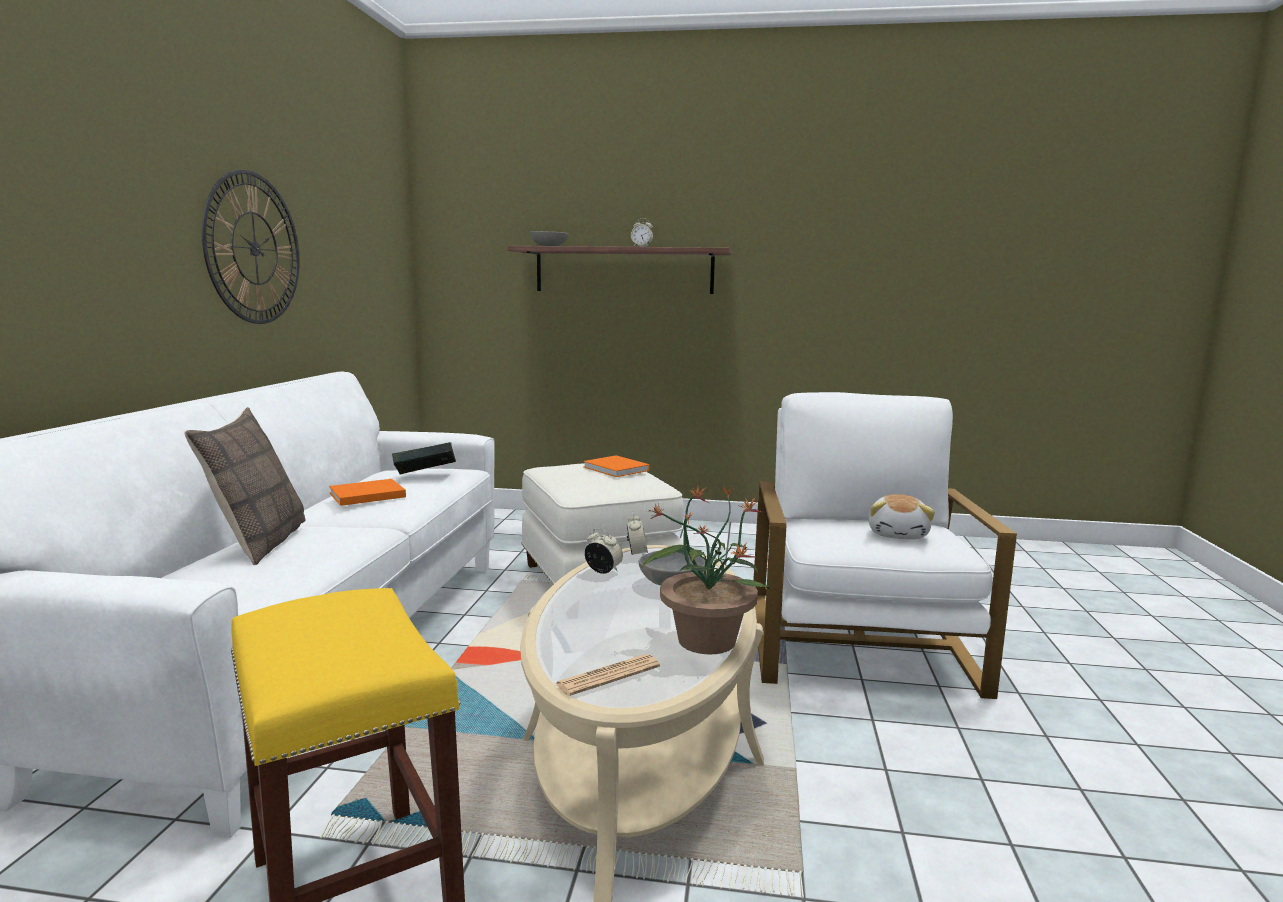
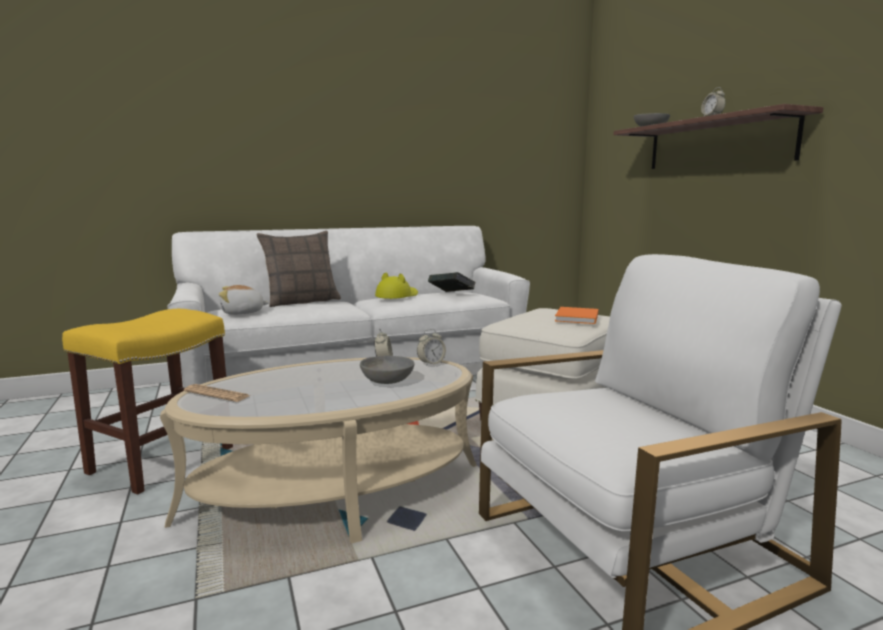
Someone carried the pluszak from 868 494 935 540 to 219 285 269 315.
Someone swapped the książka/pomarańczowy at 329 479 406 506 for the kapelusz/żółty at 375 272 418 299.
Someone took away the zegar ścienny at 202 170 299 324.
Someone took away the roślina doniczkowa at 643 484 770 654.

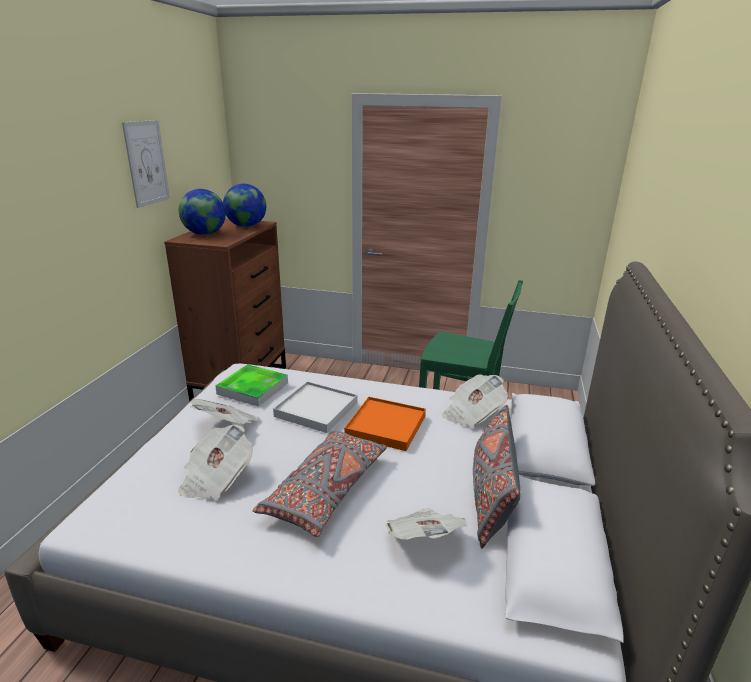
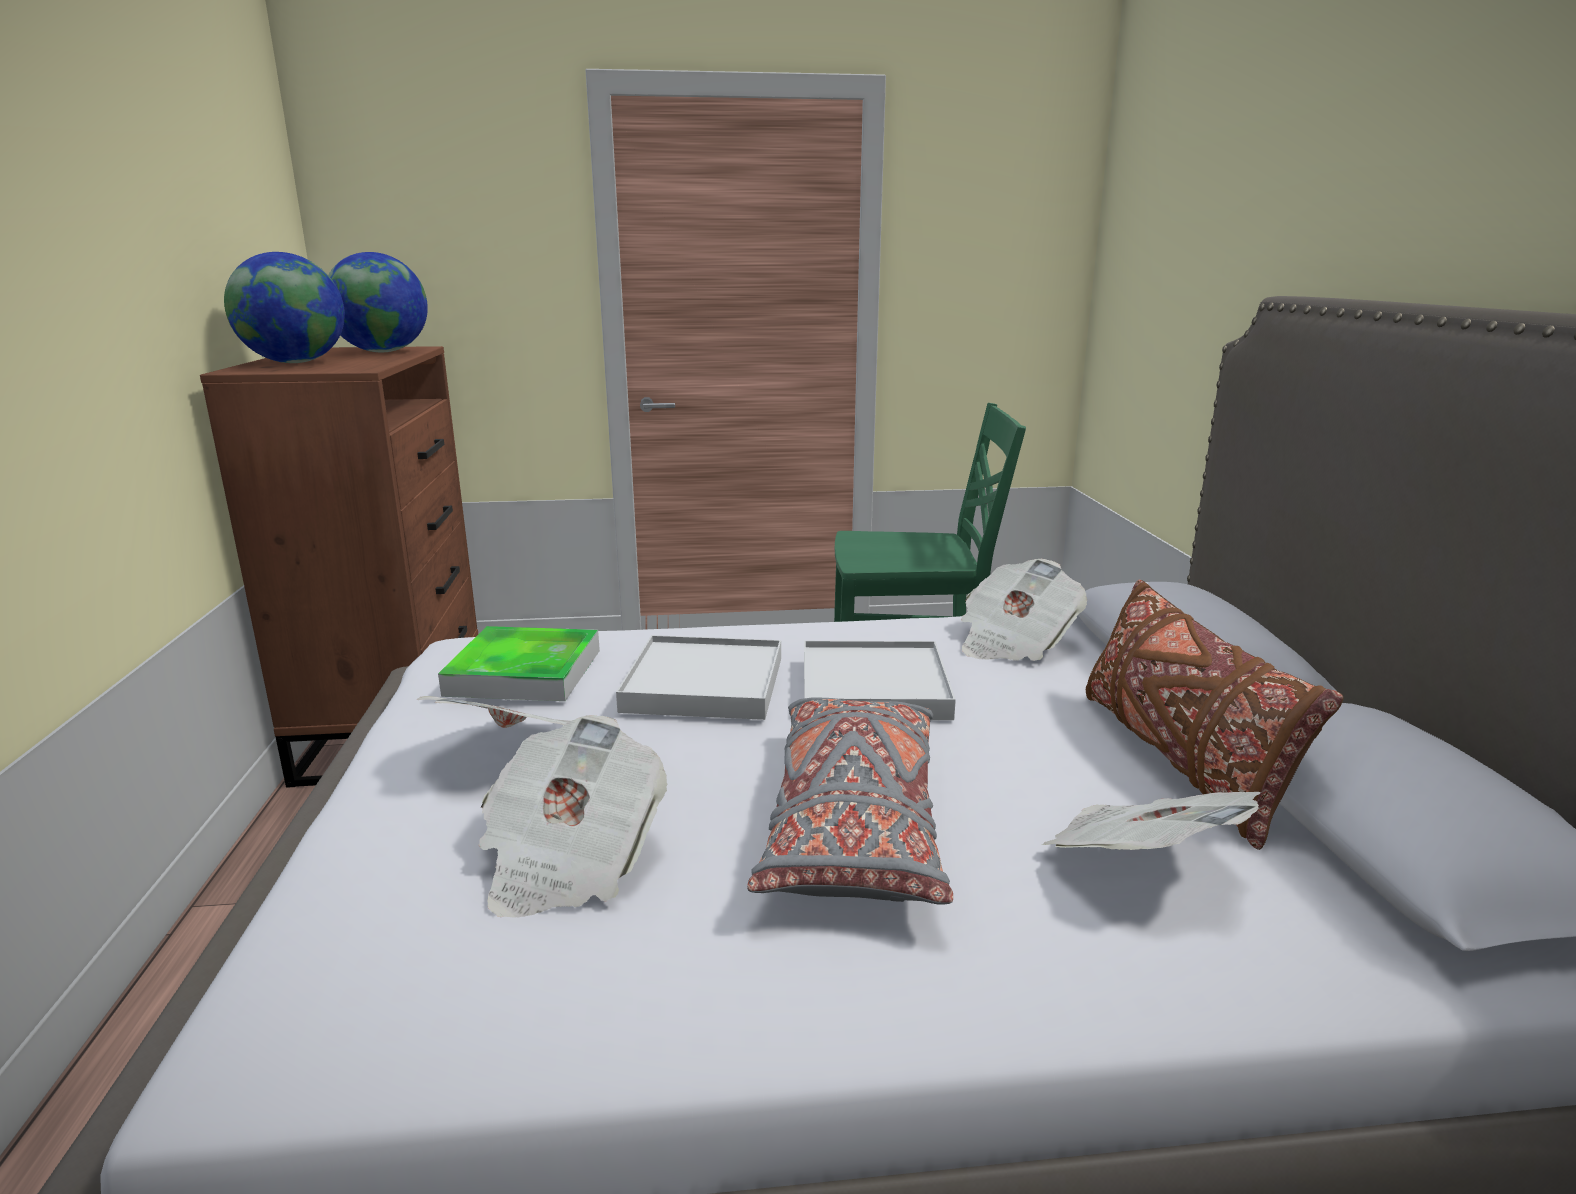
Someone repainted the taca/pomarańczowy at 344 397 426 451, which became the taca/biały at 804 641 956 720.
Someone repainted the poduszka/szary at 473 404 520 549, which became the poduszka/brązowy at 1086 580 1344 850.
Someone took away the obraz at 122 120 170 208.

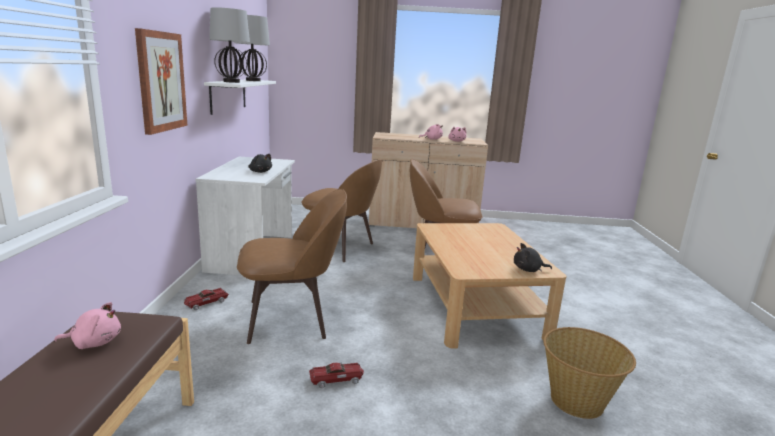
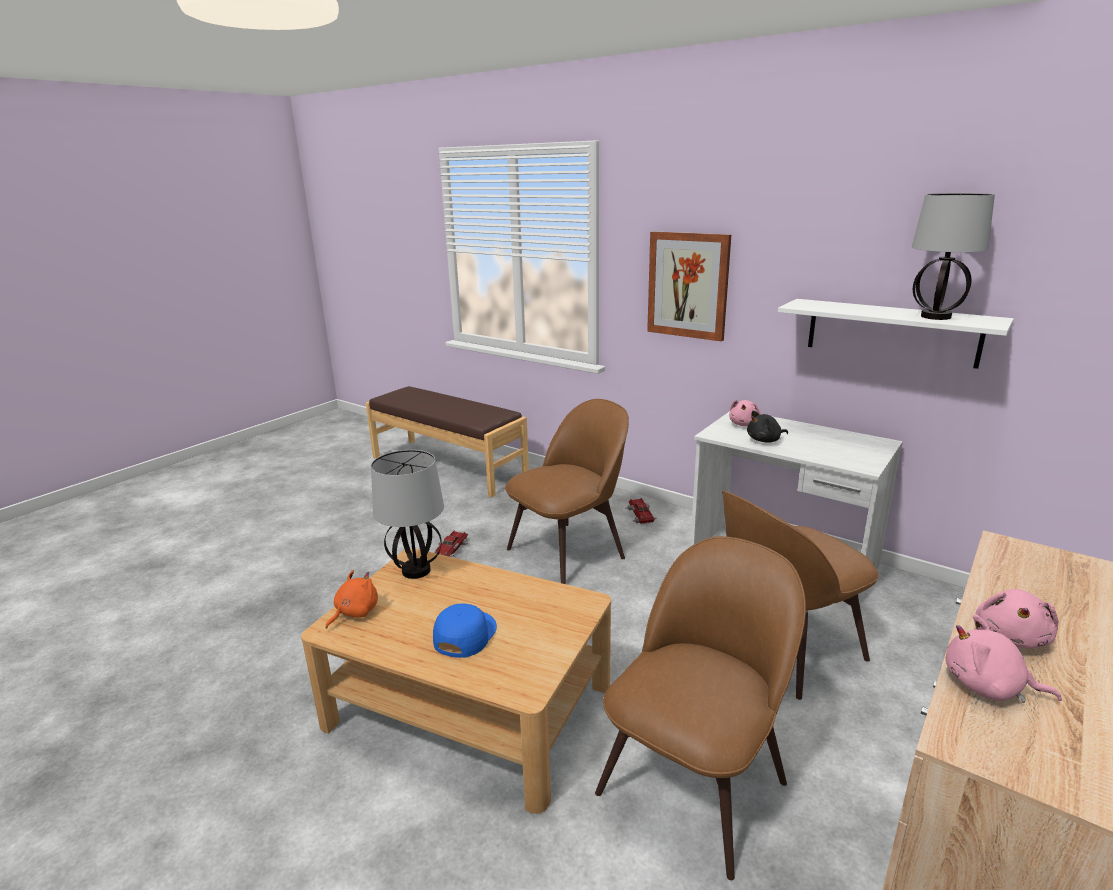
Someone repainted the pluszak/czarny at 514 243 552 272, which became the pluszak/pomarańczowy at 325 570 378 629.
Someone carried the lampa stołowa from 209 7 250 83 to 371 450 444 579.
Someone put down the czapka z daszkiem/niebieski at 433 604 497 658.
Someone rotated the krzesło/brązowy at 237 189 347 344 by 150 degrees counterclockwise.
Someone carried the pluszak/różowy from 54 302 121 349 to 729 400 762 426.
Someone took away the koszyk at 543 327 636 419.

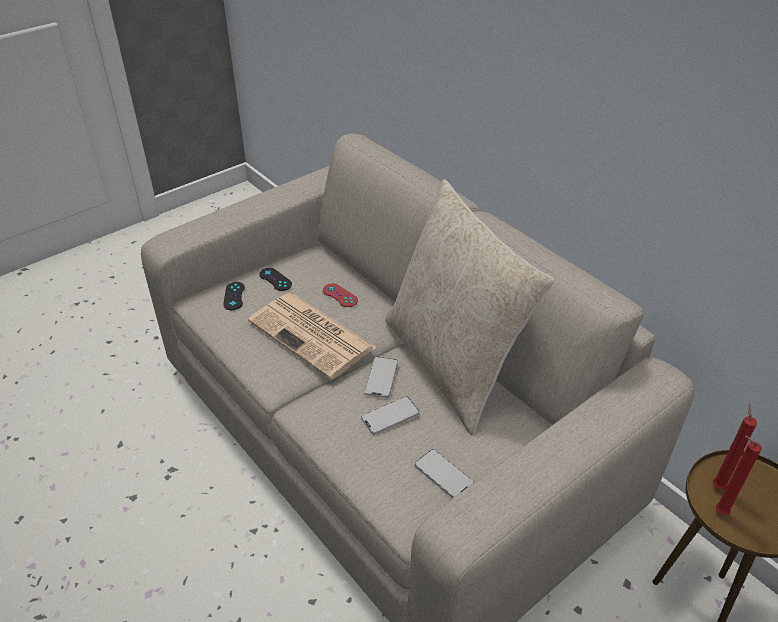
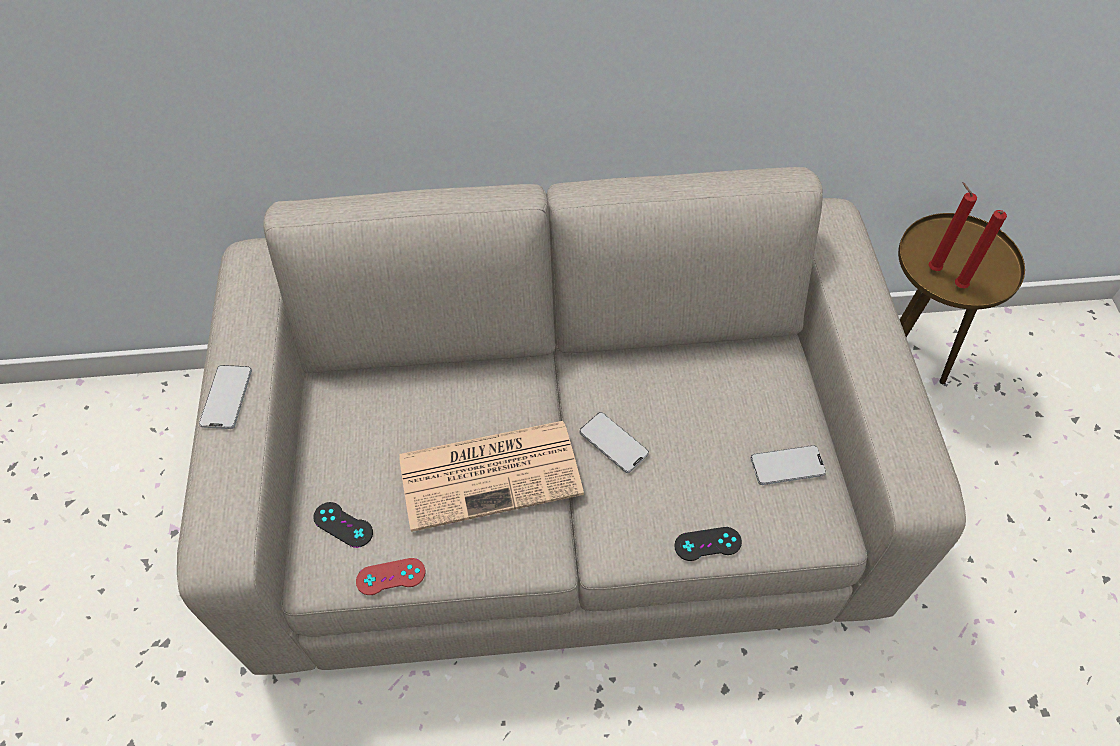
Someone carried the telefon from 361 396 420 435 to 199 365 252 429.
Someone carried the pad do gier/czerwony from 323 284 358 307 to 356 558 425 595.
Someone carried the pad do gier/czarny from 259 268 292 291 to 674 527 742 561.
Someone took away the poduszka/beżowy at 385 179 554 435.

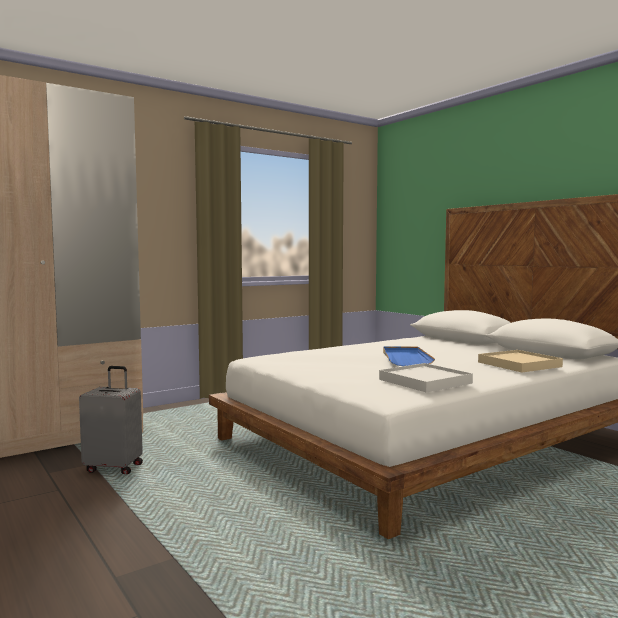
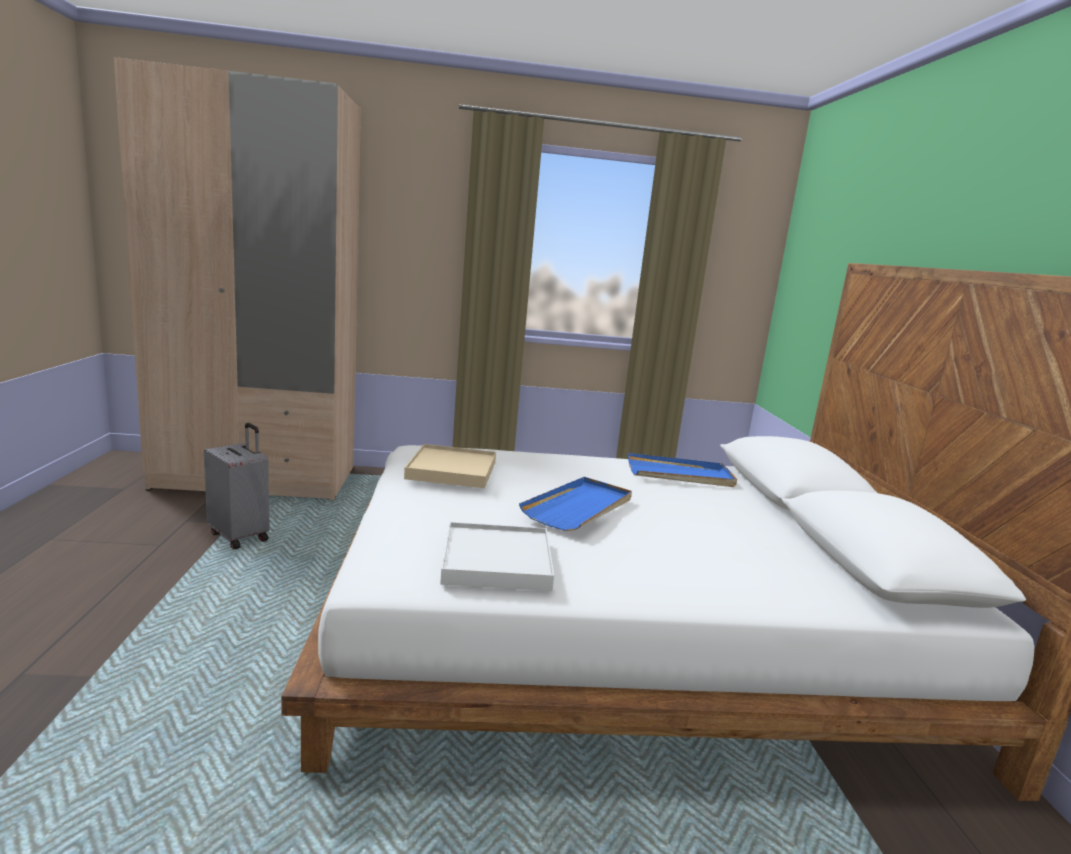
Someone carried the taca/beżowy from 478 350 563 372 to 404 444 496 488.
Someone put down the taca/niebieski at 628 453 737 487.

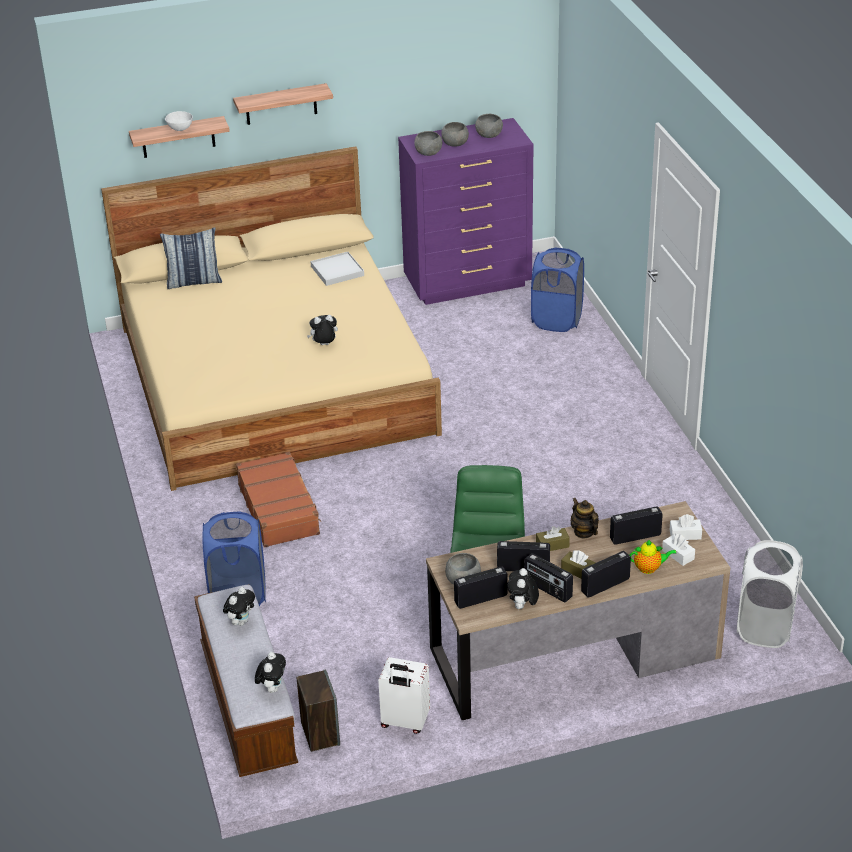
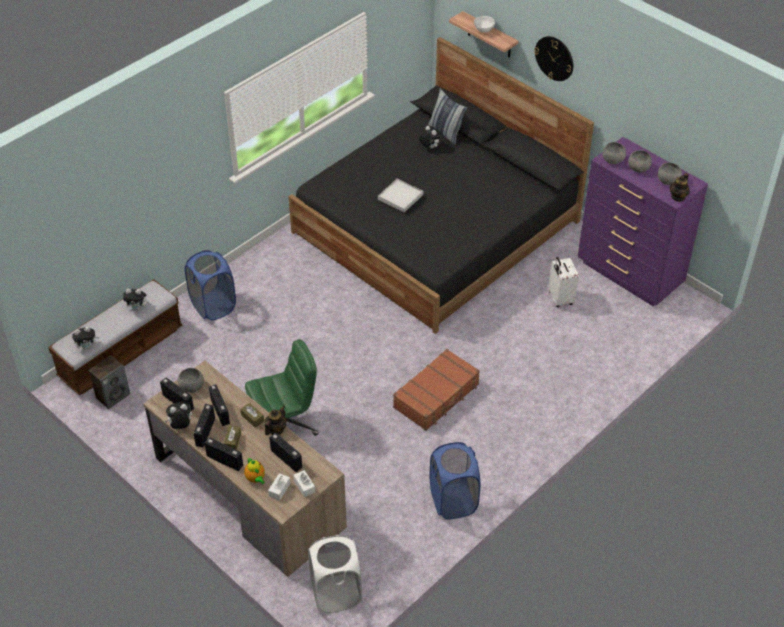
Someone repainted the łóżko/beżowy at 101 146 442 491, which became the łóżko/czarny at 288 37 594 334.
Someone carried the taca/biały from 310 252 364 286 to 378 179 423 212.
Someone carried the walizka/brązowy from 236 452 321 548 to 393 349 480 431.
Someone carried the pluszak from 307 315 338 345 to 419 126 441 149.
Someone carried the kosz na pranie/niebieski from 531 248 584 332 to 430 442 481 520.
Someone swapped the półka at 233 83 333 125 for the zegar ścienny at 534 36 573 81.
Someone carried the walizka/biały from 378 657 430 734 to 549 257 579 307.
Someone put down the imbryk at 670 173 690 202.

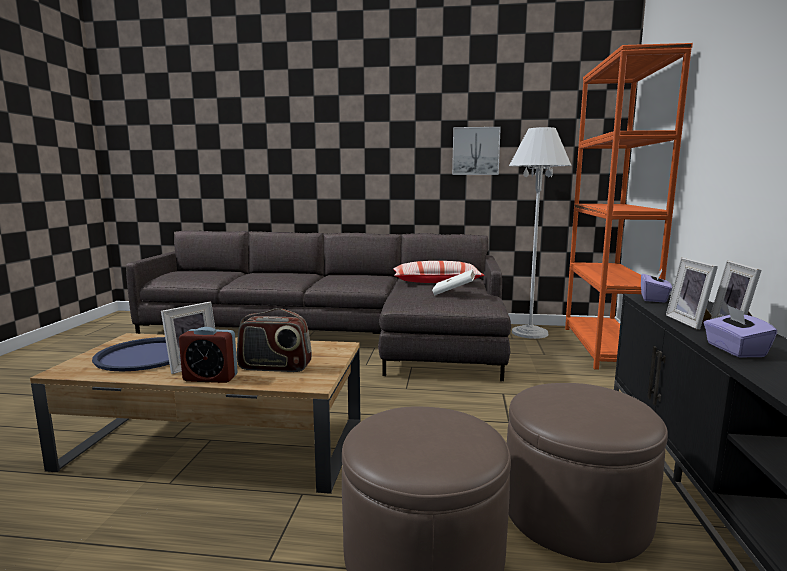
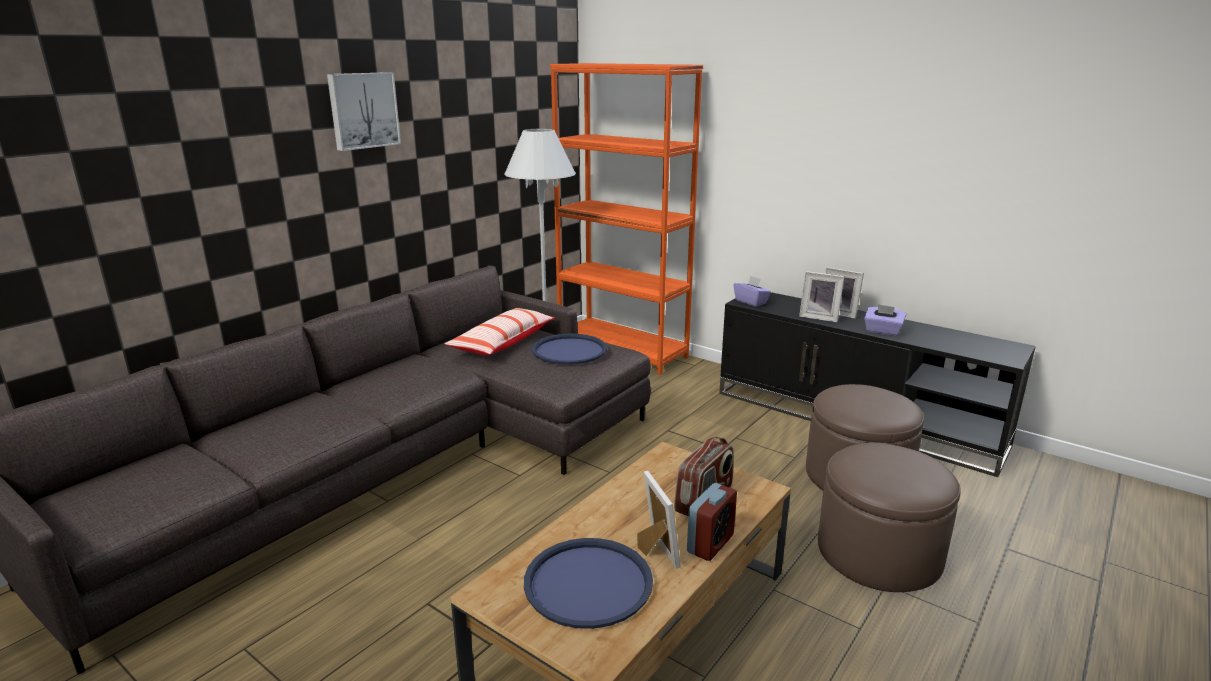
Someone carried the obraz from 452 127 501 175 to 327 72 401 151.
Someone swapped the książka/biały at 432 269 475 295 for the taca/niebieski at 532 334 607 365.

